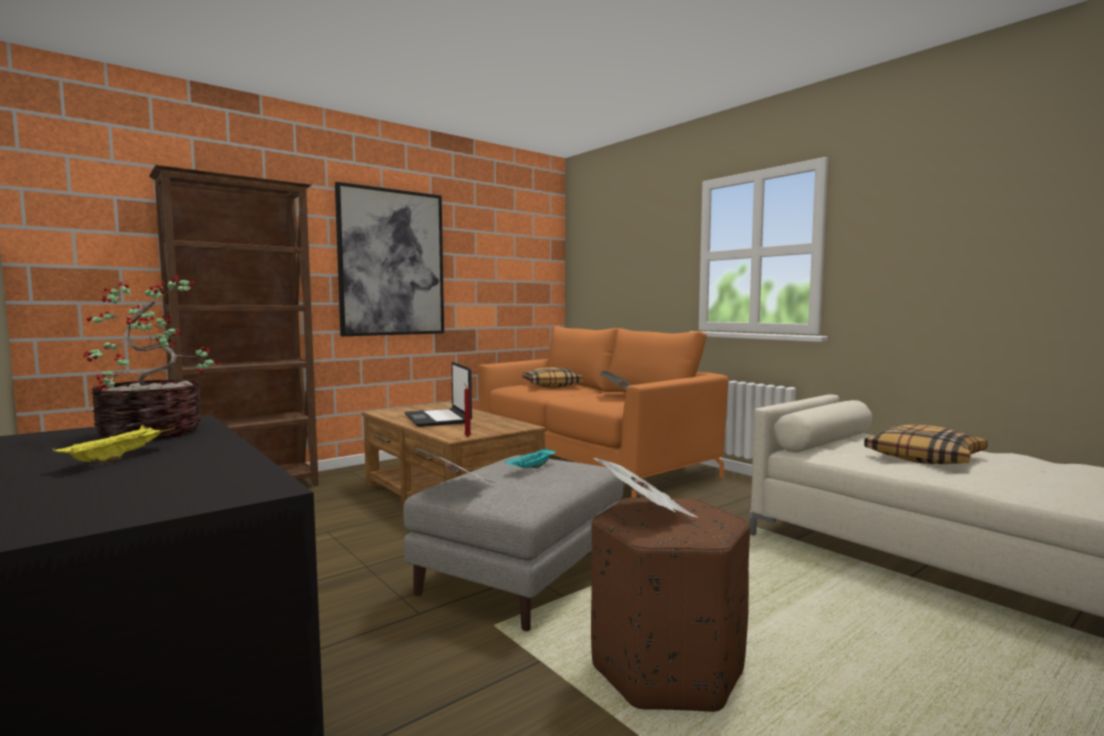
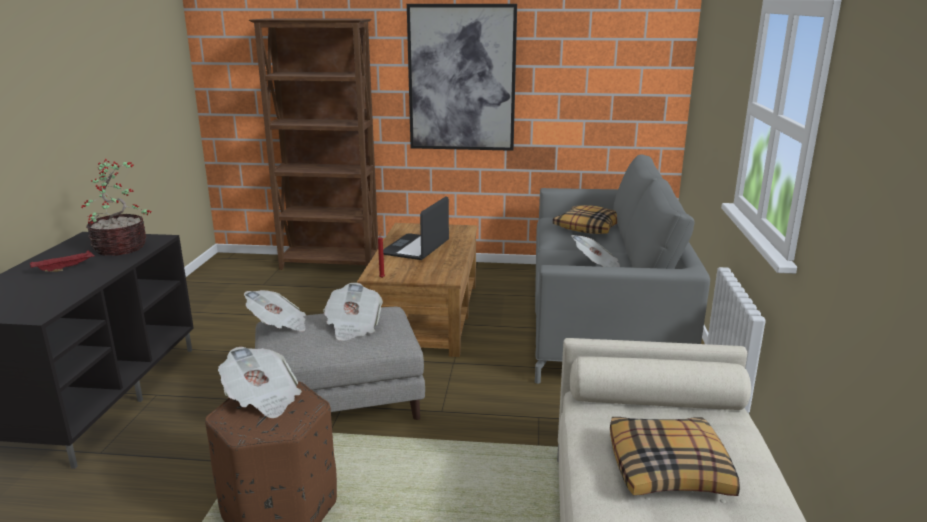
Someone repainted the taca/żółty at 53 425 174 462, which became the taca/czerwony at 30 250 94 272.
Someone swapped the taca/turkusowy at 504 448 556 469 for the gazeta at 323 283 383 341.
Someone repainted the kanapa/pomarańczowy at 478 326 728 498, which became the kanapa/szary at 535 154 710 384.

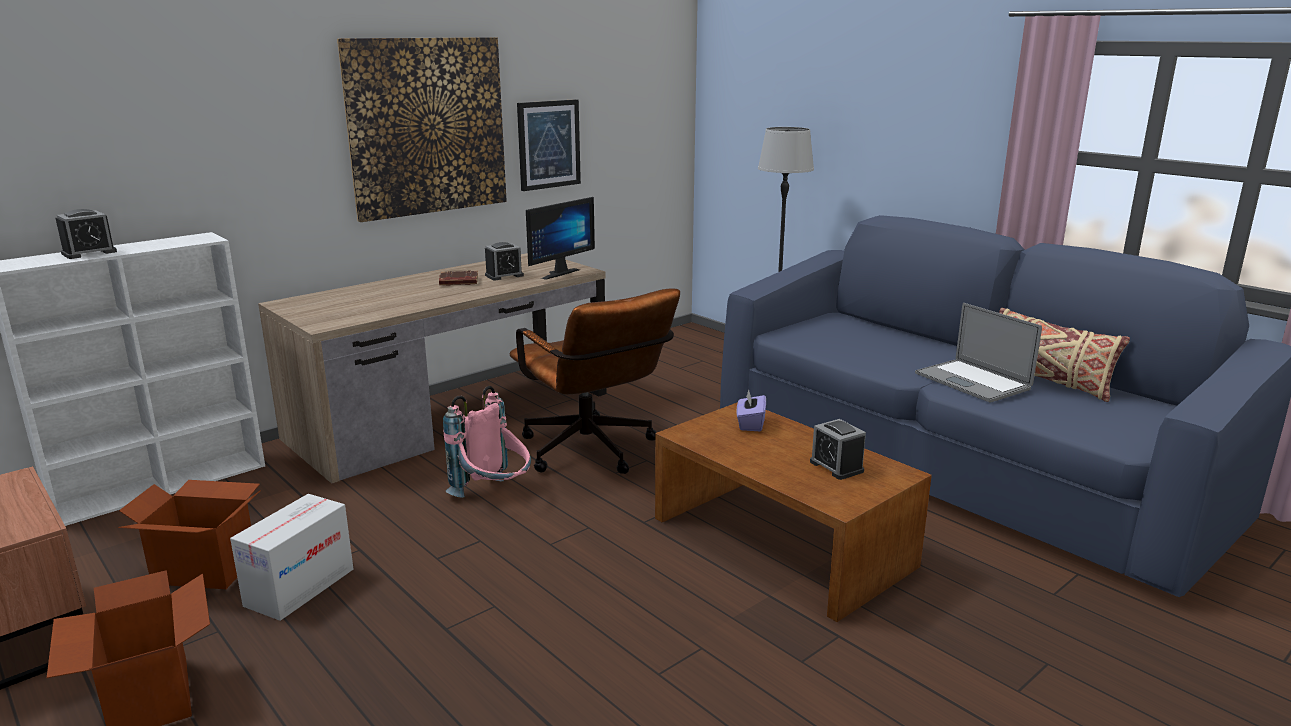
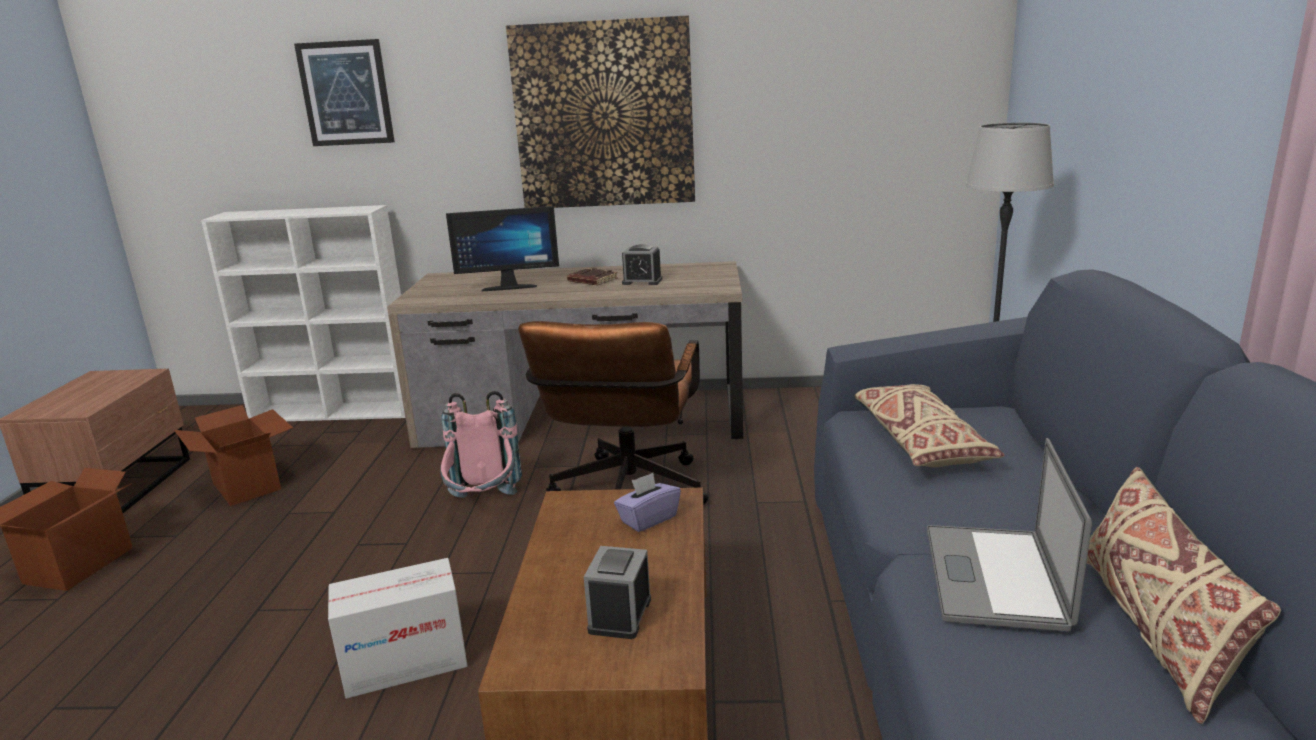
Someone carried the obraz from 517 99 581 191 to 294 39 395 146.
Someone carried the karton from 230 494 353 621 to 328 558 467 699.
Someone carried the monitor from 526 197 595 280 to 446 206 559 292.
Someone put down the poduszka/beżowy at 855 384 1005 467.
Someone took away the budzik at 55 209 117 259.

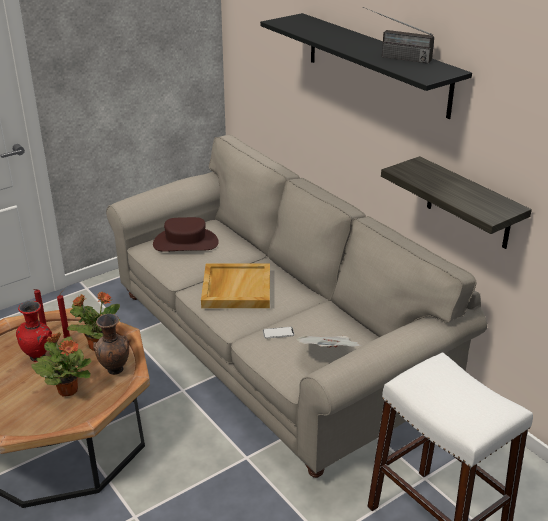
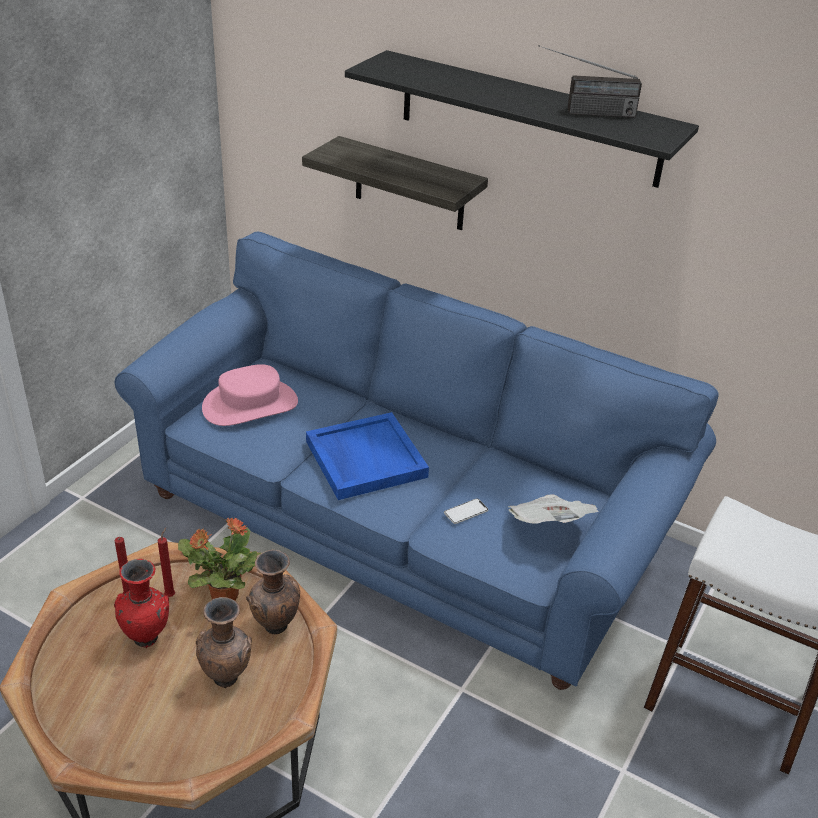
Someone repainted the kanapa/beżowy at 106 135 487 478, which became the kanapa/niebieski at 115 232 719 690.
Someone swapped the roślina doniczkowa at 31 332 92 397 for the wazon/brązowy at 196 597 252 688.
Someone repainted the kapelusz/brązowy at 153 217 219 252, which became the kapelusz/różowy at 202 364 298 426.
Someone carried the półka from 381 156 532 249 to 302 136 488 230.
Someone repainted the taca/beżowy at 201 263 270 308, which became the taca/niebieski at 306 412 429 500.

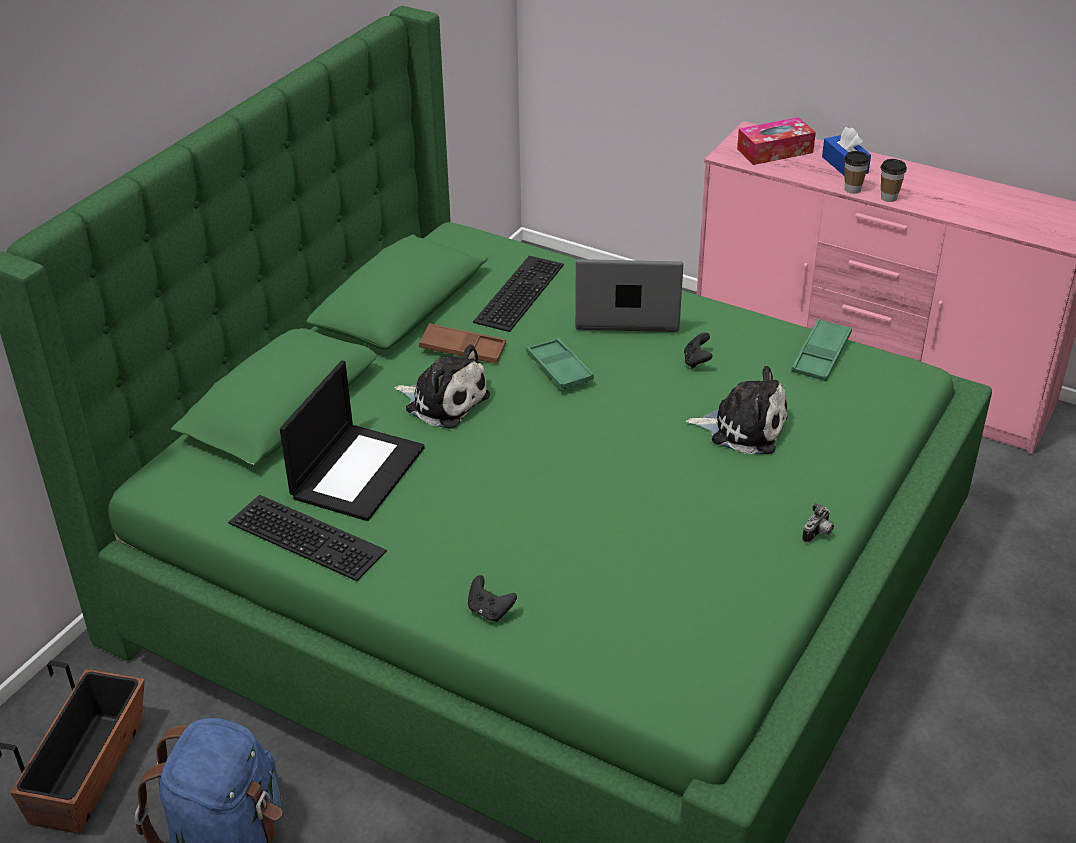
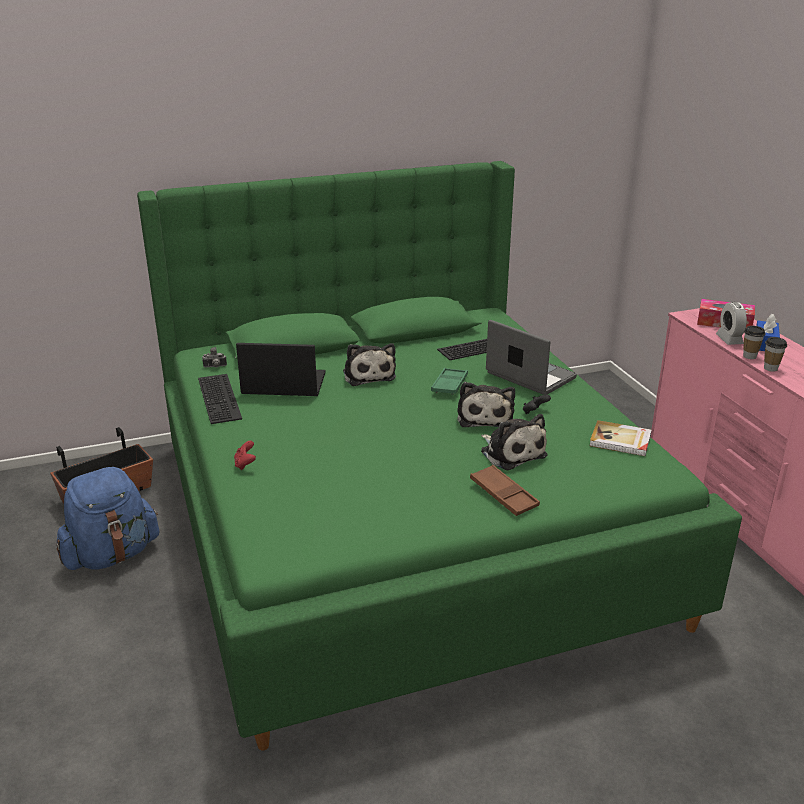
Someone carried the aparat fotograficzny from 802 503 834 543 to 202 347 227 368.
Someone repainted the pad do gier/czarny at 468 575 517 622, which became the pad do gier/czerwony at 234 441 256 470.
Someone rotated the laptop at 280 360 425 521 by 150 degrees counterclockwise.
Someone put down the pluszak at 457 382 515 427.
Someone carried the taca/brązowy from 419 323 506 364 to 470 465 540 516.
Someone swapped the taca/zielony at 791 318 852 381 for the książka at 589 420 652 456.
Someone put down the budzik at 716 302 747 345.

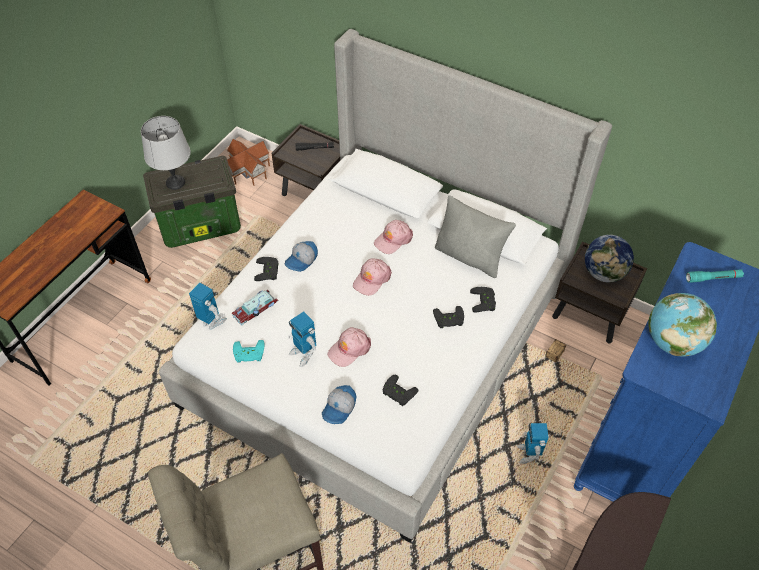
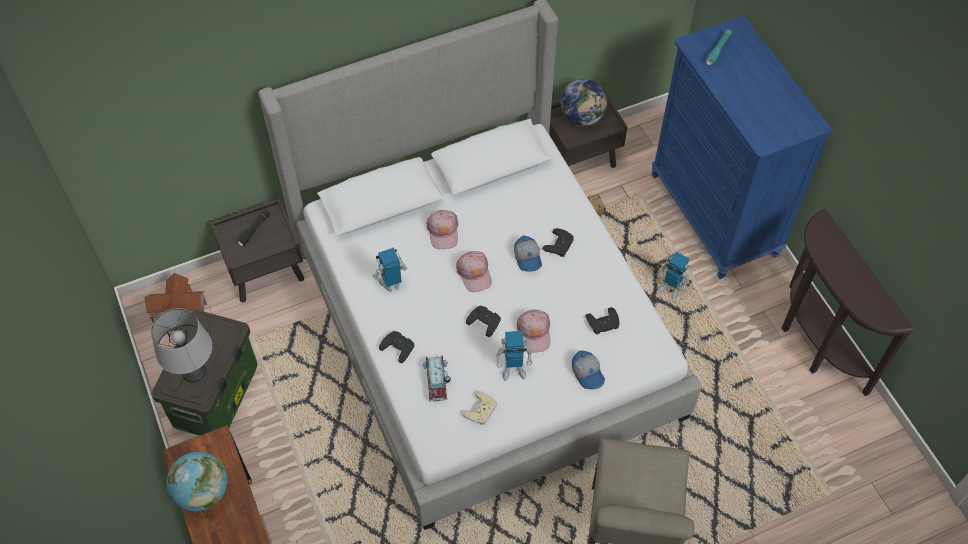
Someone carried the globus from 648 293 717 356 to 166 452 227 511.
Someone carried the robot zabawkowy from 189 283 227 330 to 373 247 408 292.
Someone repainted the pad do gier/turkusowy at 233 340 264 363, which became the pad do gier/beżowy at 462 391 497 425.
Someone carried the pad do gier/czarny from 470 287 496 312 to 466 306 501 337.
Someone carried the czapka z daszkiem from 285 241 318 272 to 514 236 542 272.
Someone took away the poduszka/szary at 435 195 516 278.

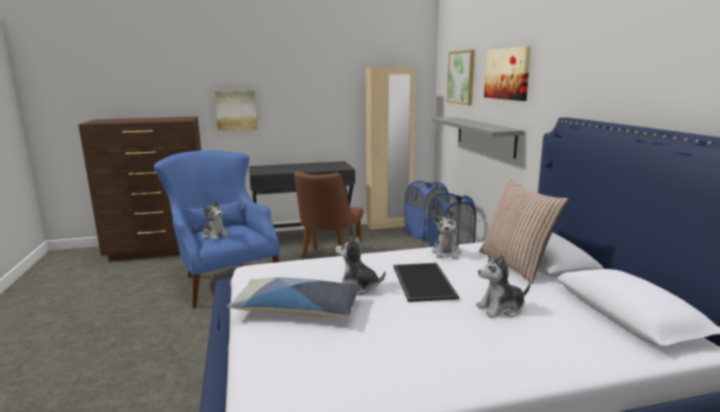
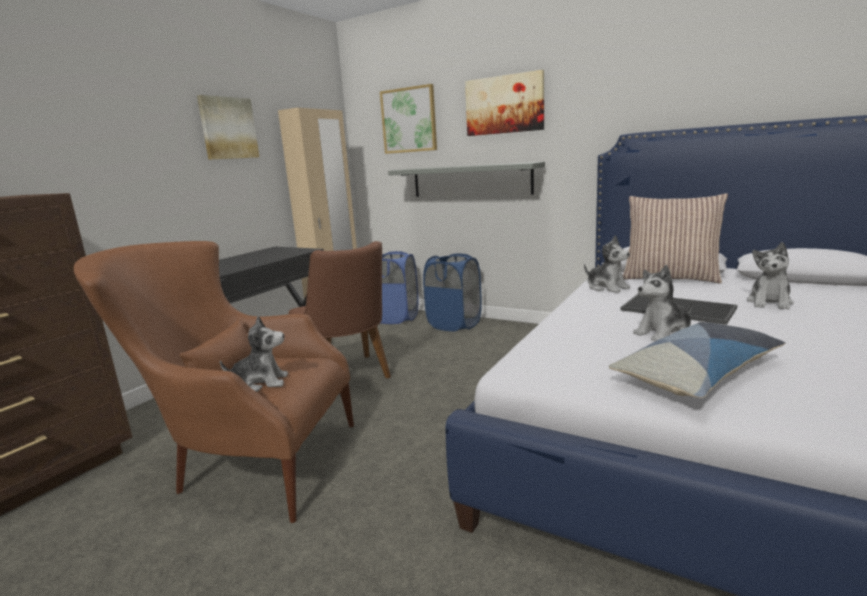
Someone repainted the fotel/niebieski at 154 150 280 308, which became the fotel/brązowy at 74 241 354 523.
Someone carried the obraz from 214 90 258 131 to 197 95 259 160.

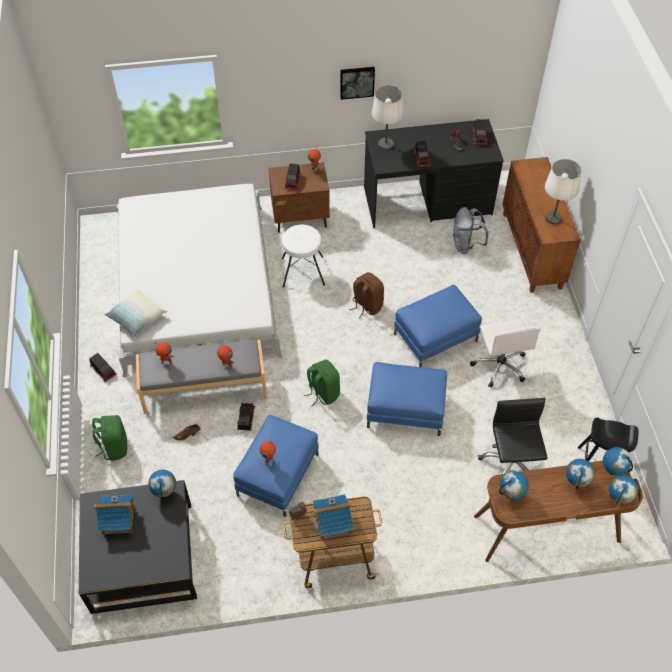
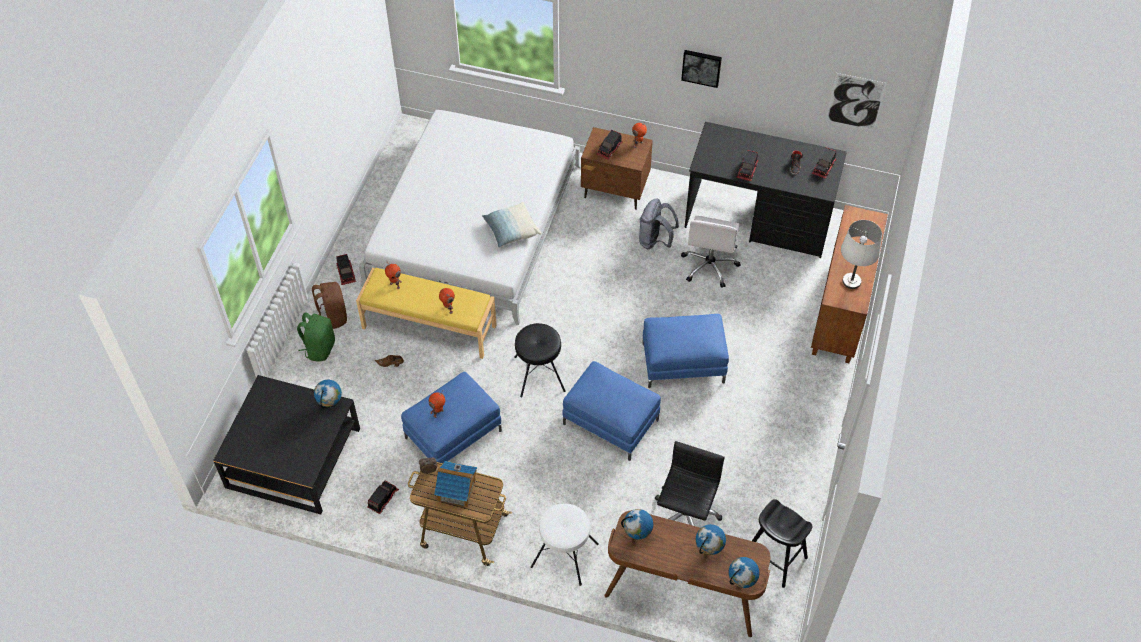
Someone carried the plecak/brązowy from 349 272 384 319 to 312 282 347 329.
Someone repainted the ławka/szary at 136 339 267 414, which became the ławka/żółty at 356 268 497 359.
Someone carried the ciężarówka zabawkowa from 237 402 256 431 to 367 481 399 514.
Someone carried the poduszka from 104 289 168 338 to 482 202 542 248.
Someone swapped the plecak/zielony at 304 360 340 407 for the stołek/czarny at 514 323 566 397.
Someone carried the stołek/biały from 282 225 325 288 to 531 504 599 586.
Someone carried the plecak/szary from 453 207 488 254 to 639 198 679 249.
Someone carried the krzesło biurowe/biały from 470 319 541 388 to 681 216 741 288.
Someone put up the obraz at 826 73 887 131.
Someone took away the domek at 94 494 135 535.
Someone took away the lampa stołowa/biały at 372 85 404 150.
Someone took away the globus at 603 447 633 475.

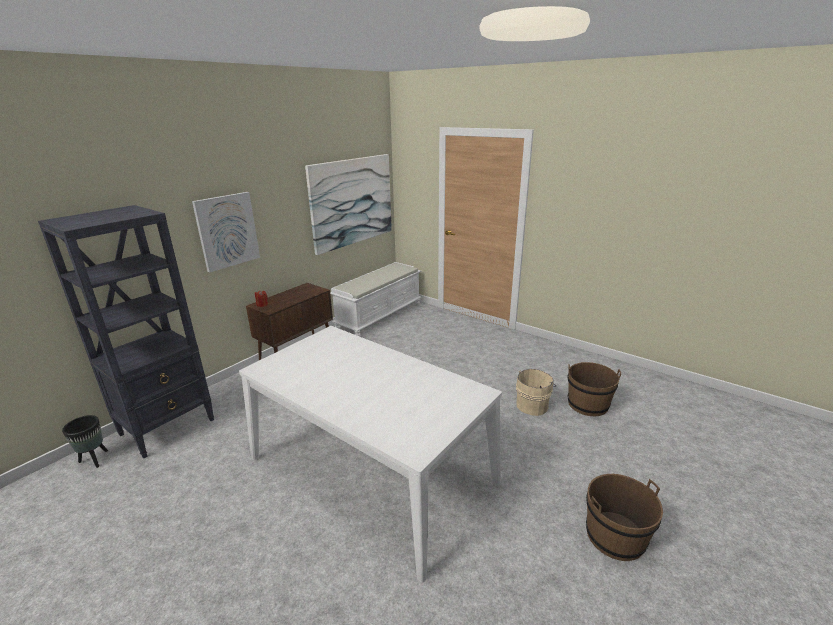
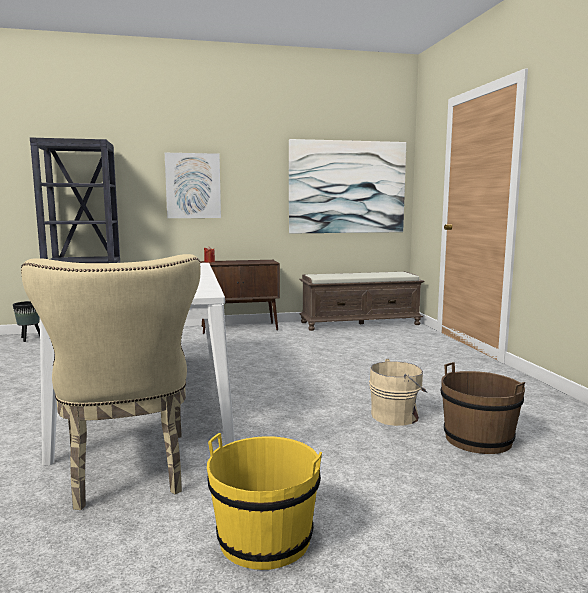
Someone put down the krzesło/beżowy at 21 254 201 510.
Someone repainted the wiadro/brązowy at 586 474 663 561, which became the wiadro/żółty at 207 433 322 570.
Someone repainted the ławka/biały at 330 262 422 336, which became the ławka/brązowy at 299 272 425 331.

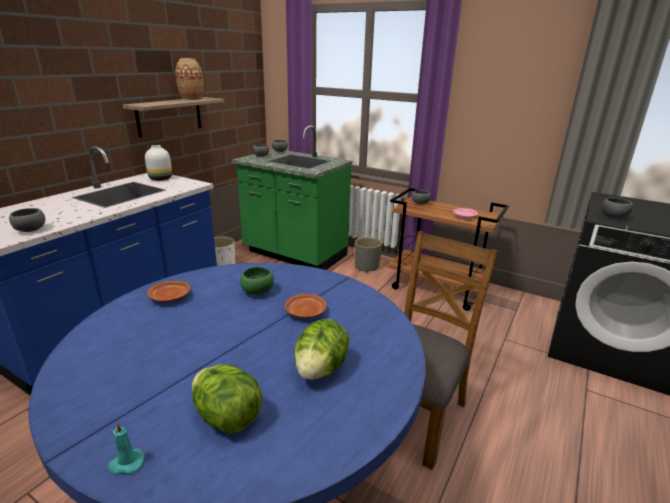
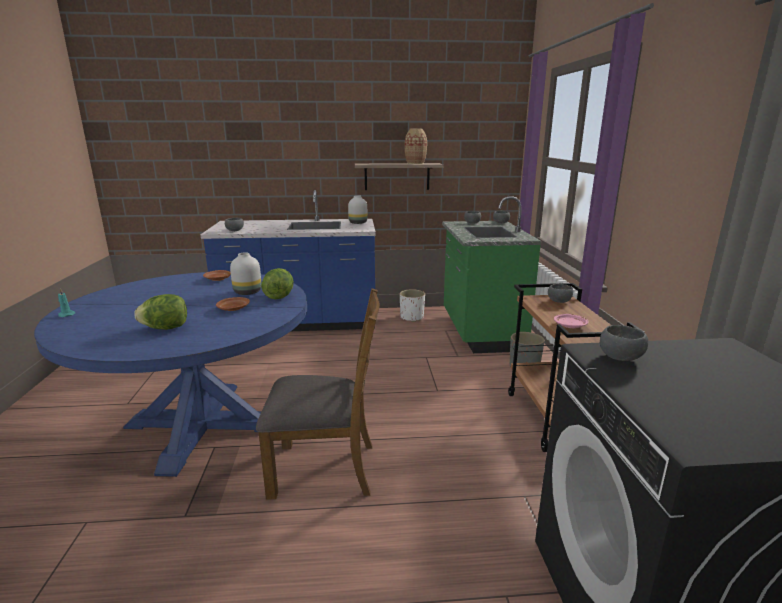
Someone swapped the miska/zielony at 240 267 274 295 for the wazon/biały at 230 252 261 295.
Someone carried the sałata from 192 364 262 434 to 261 268 294 300.

